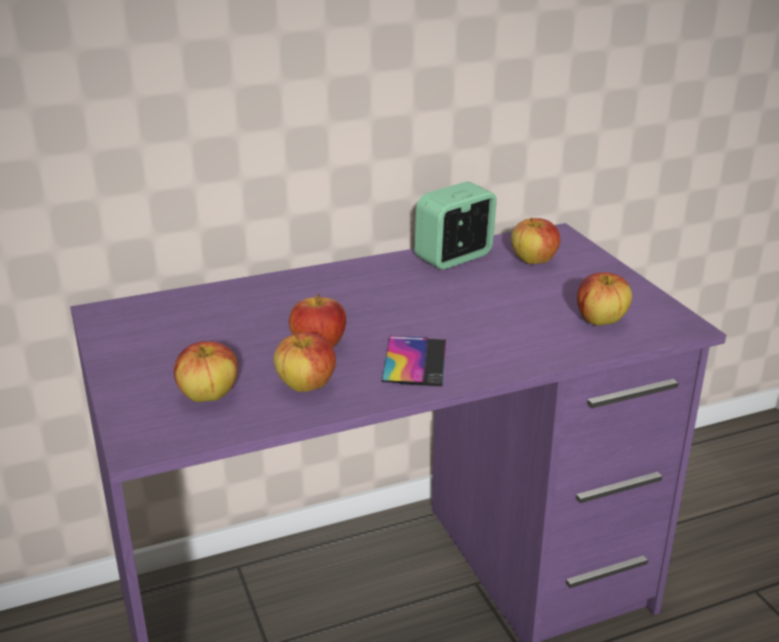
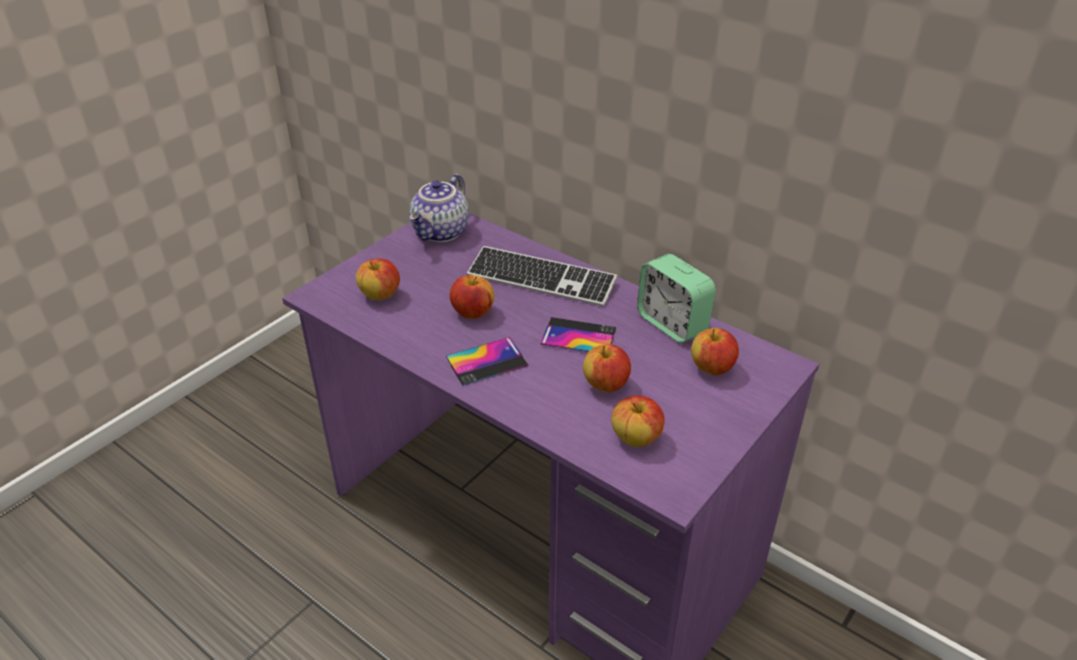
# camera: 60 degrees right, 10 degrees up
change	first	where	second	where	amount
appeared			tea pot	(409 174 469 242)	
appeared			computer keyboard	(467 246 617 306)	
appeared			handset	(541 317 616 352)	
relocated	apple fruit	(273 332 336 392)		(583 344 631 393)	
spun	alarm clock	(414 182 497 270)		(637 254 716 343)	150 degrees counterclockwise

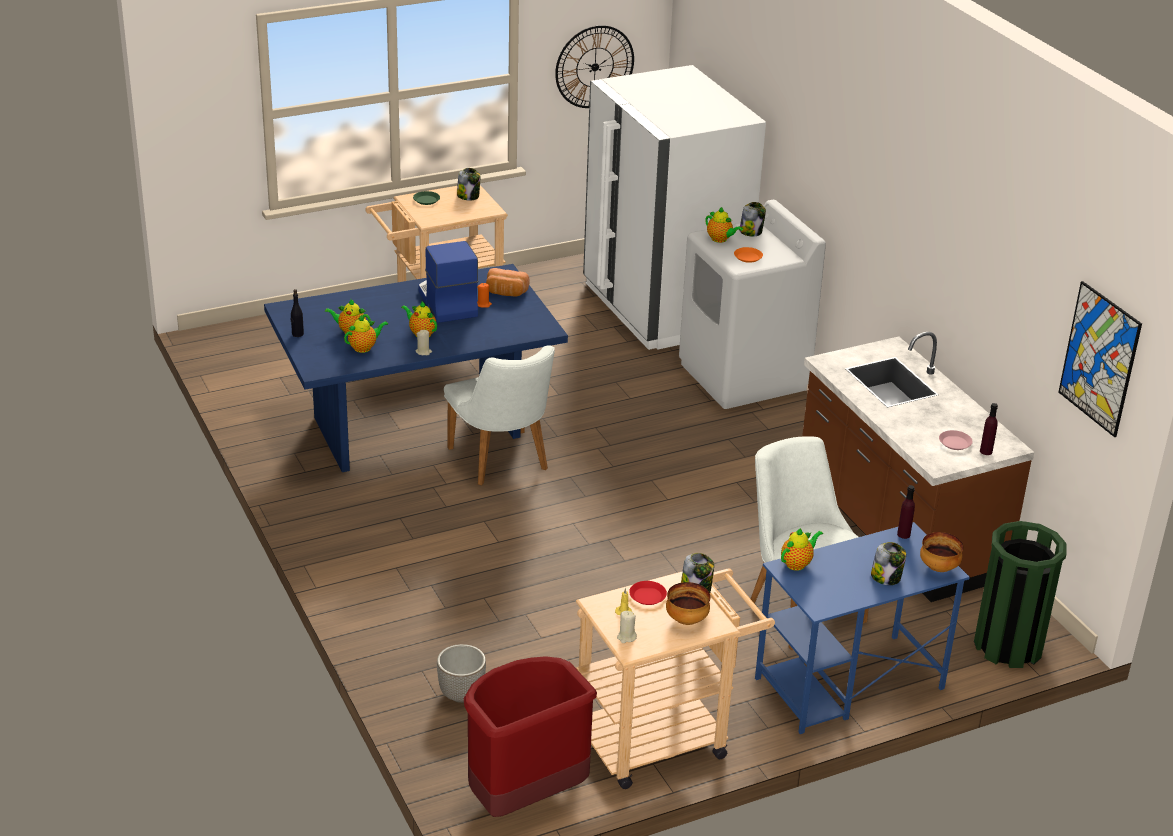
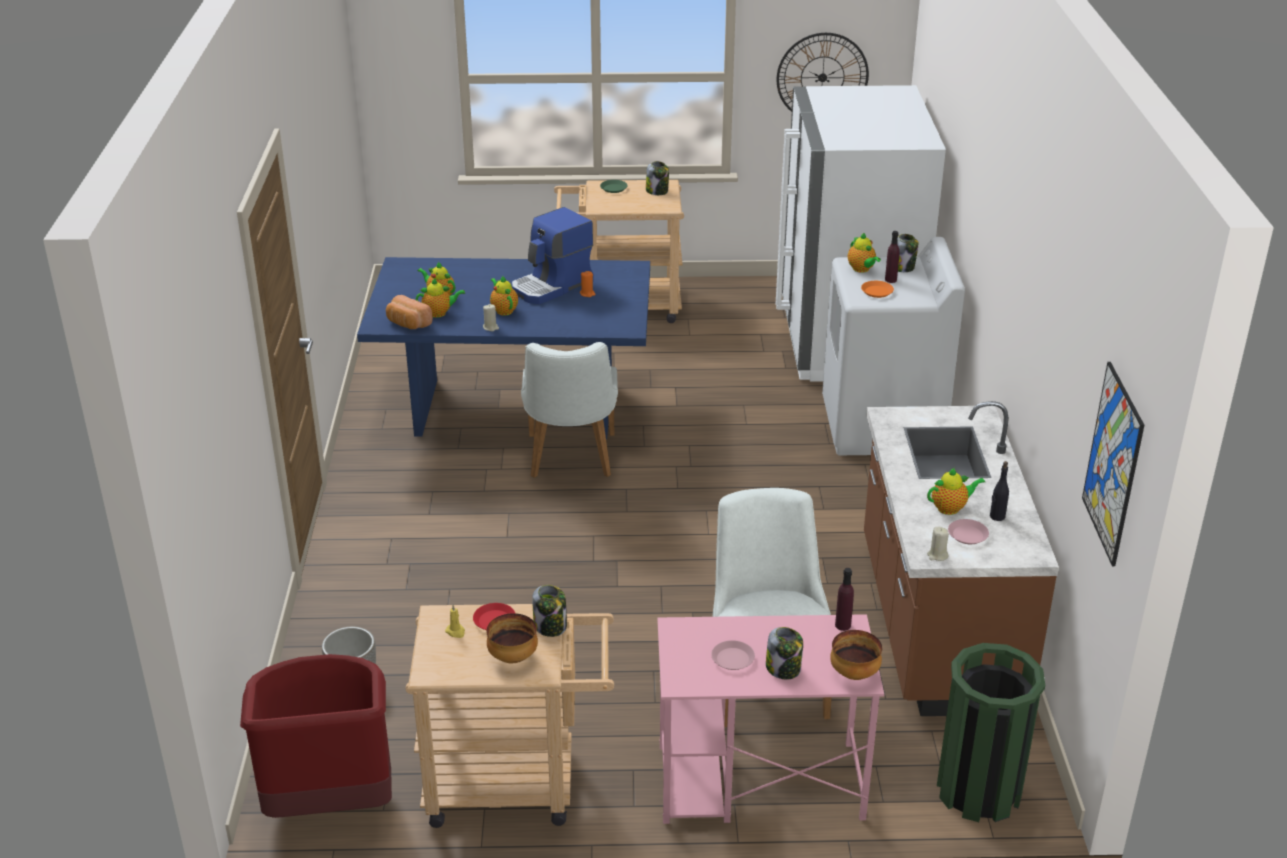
# camera: 25 degrees right, 0 degrees up
change	first	where	second	where	amount
relocated	bakery bread	(486 268 530 297)		(386 295 433 329)	
spun	coffee maker	(418 241 479 323)		(512 207 594 304)	135 degrees counterclockwise
colour	bluish desk	(755 522 970 734)	pink desk	(657 614 884 824)	
appeared			pink plate	(711 640 755 670)	
relocated	purple-coloured beverage bottle	(980 403 998 455)		(885 231 900 283)	
relocated	tea pot	(781 528 823 571)		(927 468 985 515)	
relocated	beige candle	(617 611 637 643)		(927 527 949 561)	
relocated	blackish beverage bottle	(291 289 304 337)		(990 461 1009 521)	

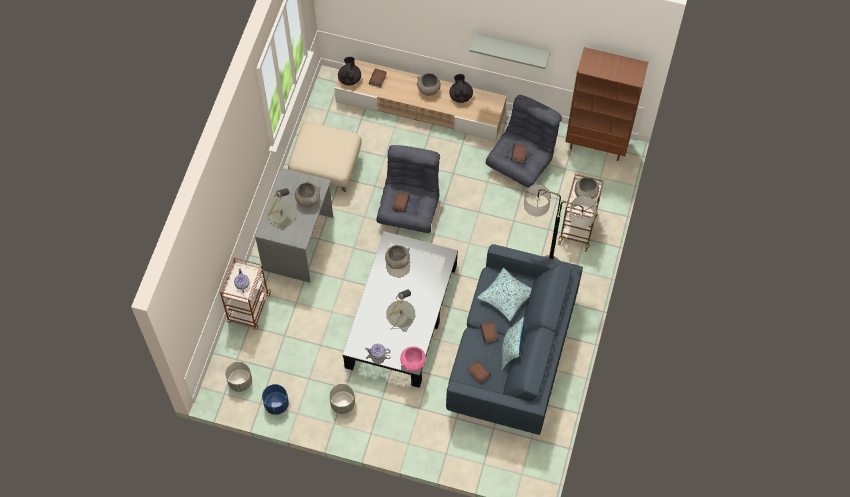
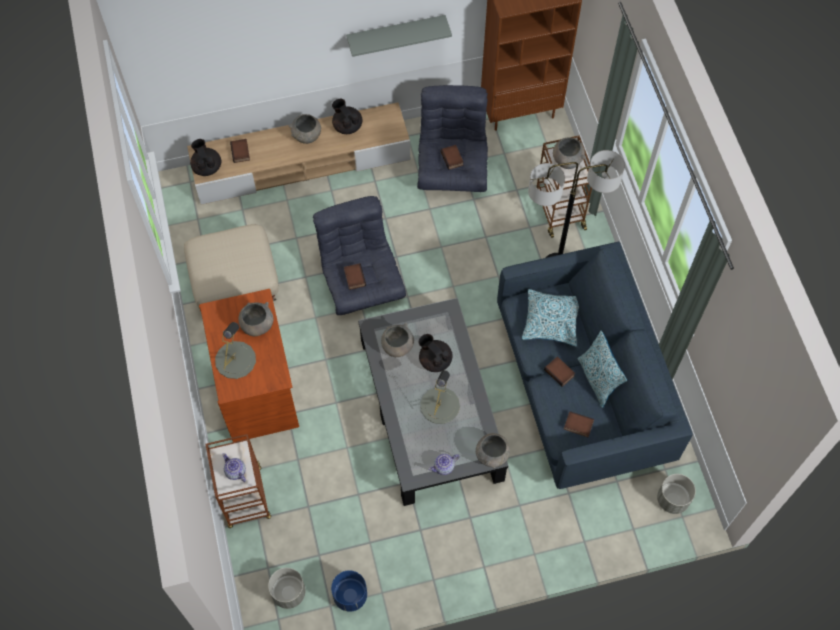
# camera: 30 degrees left, 0 degrees up
change	first	where	second	where	amount
colour	grey desk	(255 168 333 283)	brown desk	(199 289 299 442)	
appeared			blackish tea pot	(419 334 452 372)	
colour	pink bowl	(400 346 426 371)	grey bowl	(476 433 510 468)	
relocated	grey flower pot	(329 384 355 414)		(657 474 696 514)	

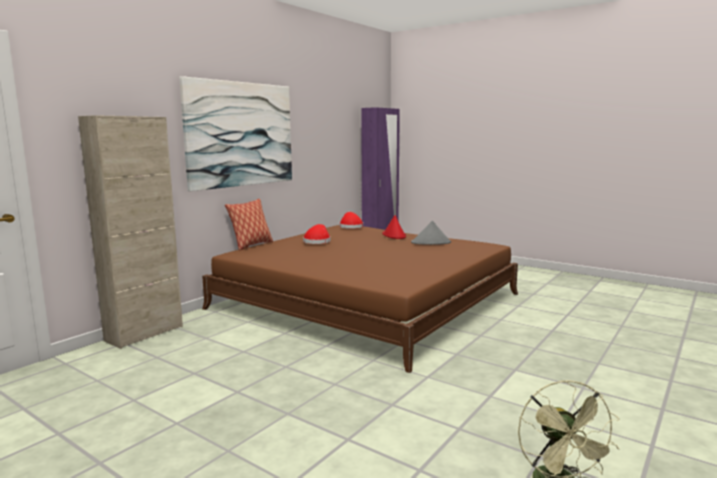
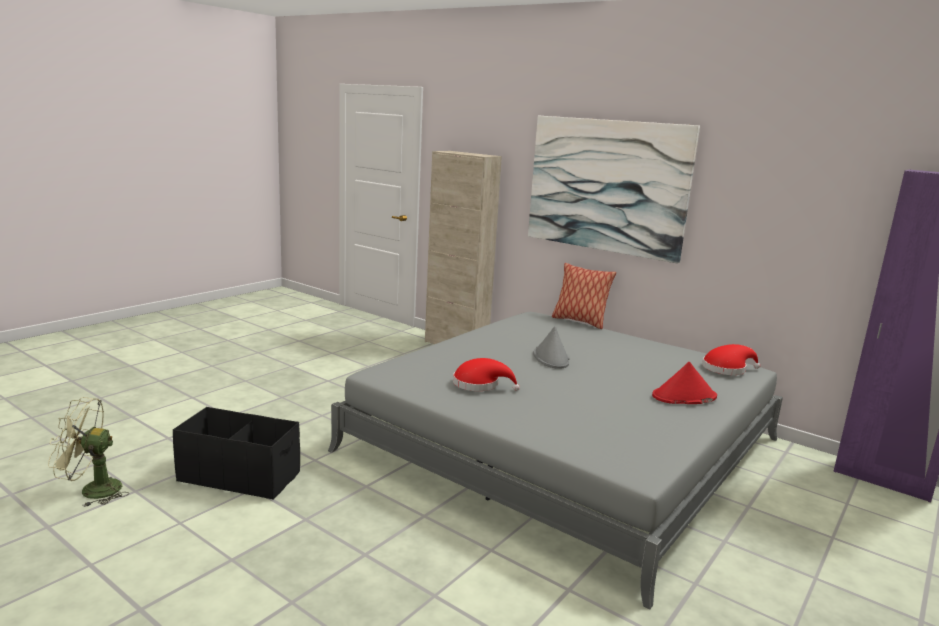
# camera: 90 degrees right, 5 degrees up
change	first	where	second	where	amount
appeared			blackish storage box	(173 407 300 500)	
colour	brown bedroom bed	(202 225 518 373)	grey bedroom bed	(328 312 783 609)	
relocated	reddish clothing hat	(303 224 330 244)		(453 358 520 391)	
relocated	grey clothing hat	(411 221 451 245)		(533 326 570 369)	

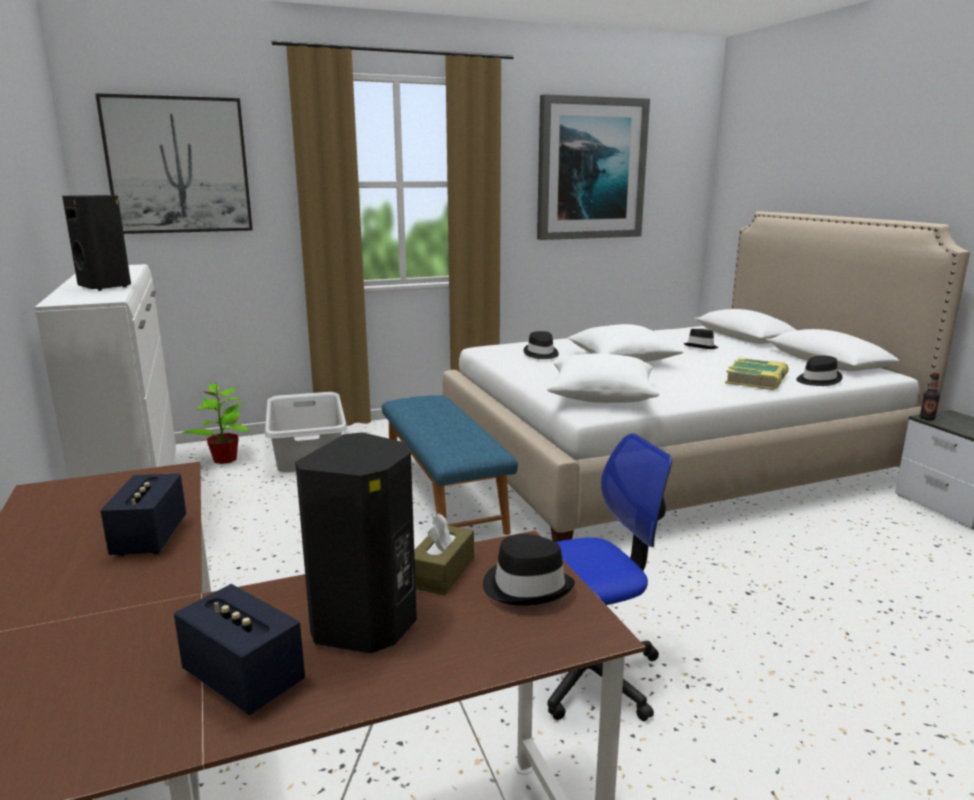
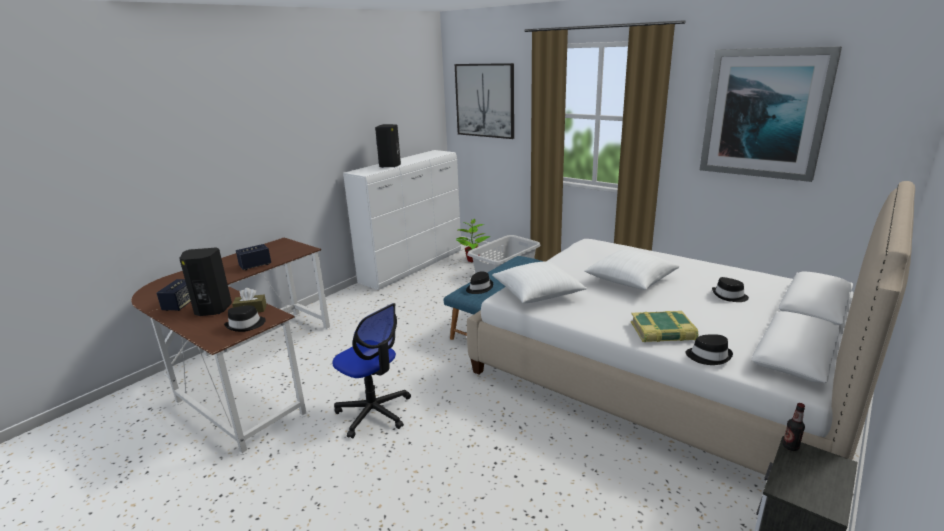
# camera: 60 degrees right, 5 degrees up
change	first	where	second	where	amount
relocated	blackish clothing hat	(523 331 559 359)		(466 272 493 294)	

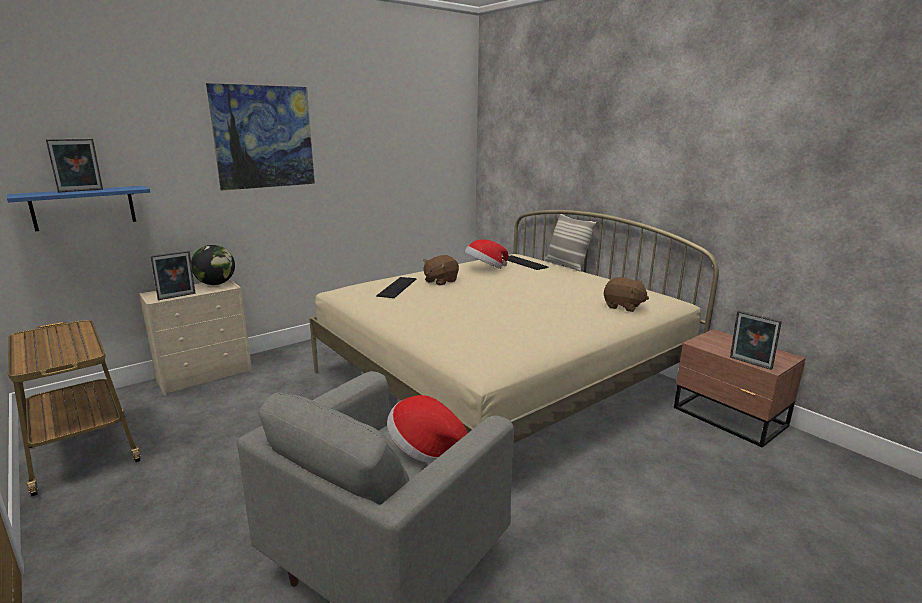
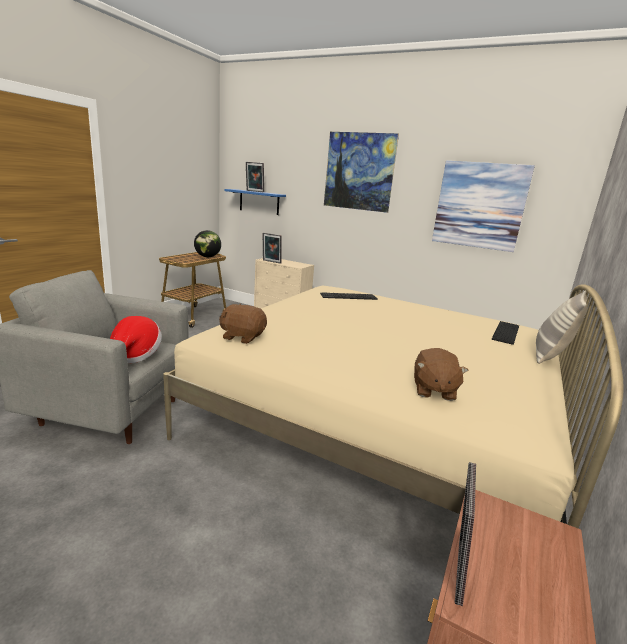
# camera: 65 degrees right, 0 degrees up
change	first	where	second	where	amount
relocated	globe	(191 245 235 285)		(194 230 221 257)	
relocated	brown soft toy	(423 255 459 286)		(219 304 267 344)	
appeared			wall picture	(432 161 535 252)	
missing	clothing hat	(465 239 508 269)			

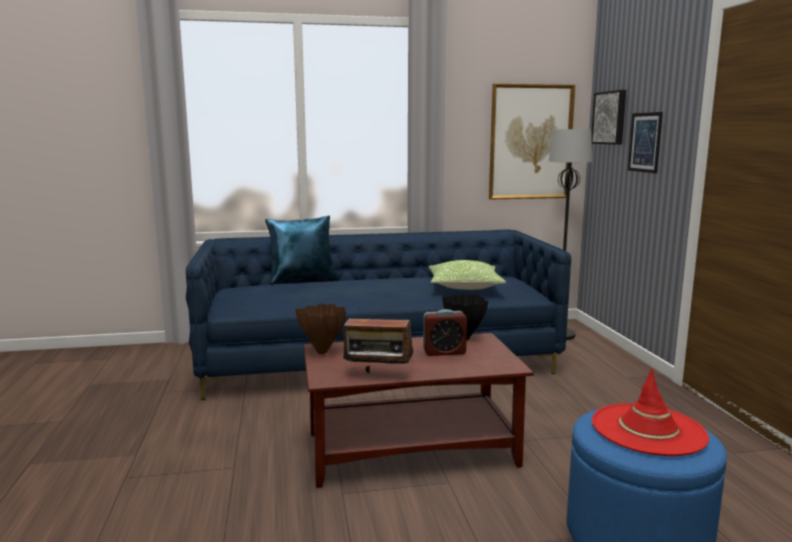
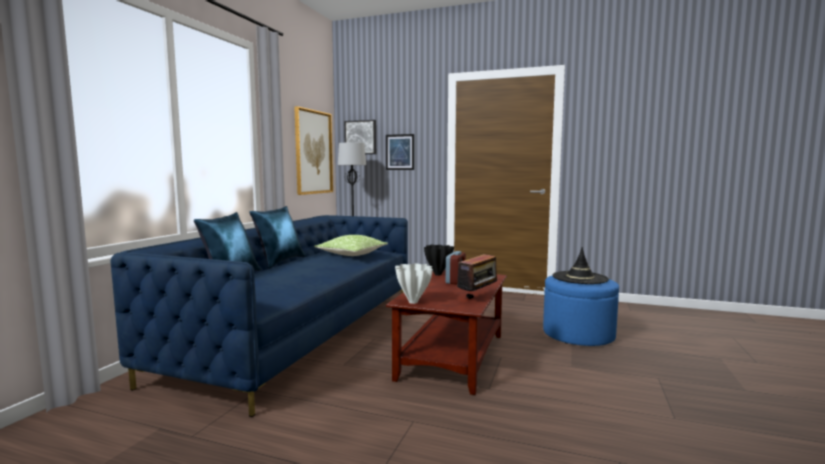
# camera: 60 degrees left, 5 degrees down
change	first	where	second	where	amount
appeared			bluish throw pillow	(249 206 306 269)	
colour	brown flower vase	(295 304 346 354)	white-coloured flower vase	(395 263 433 304)	
colour	reddish clothing hat	(592 368 709 456)	blackish clothing hat	(553 247 609 284)	

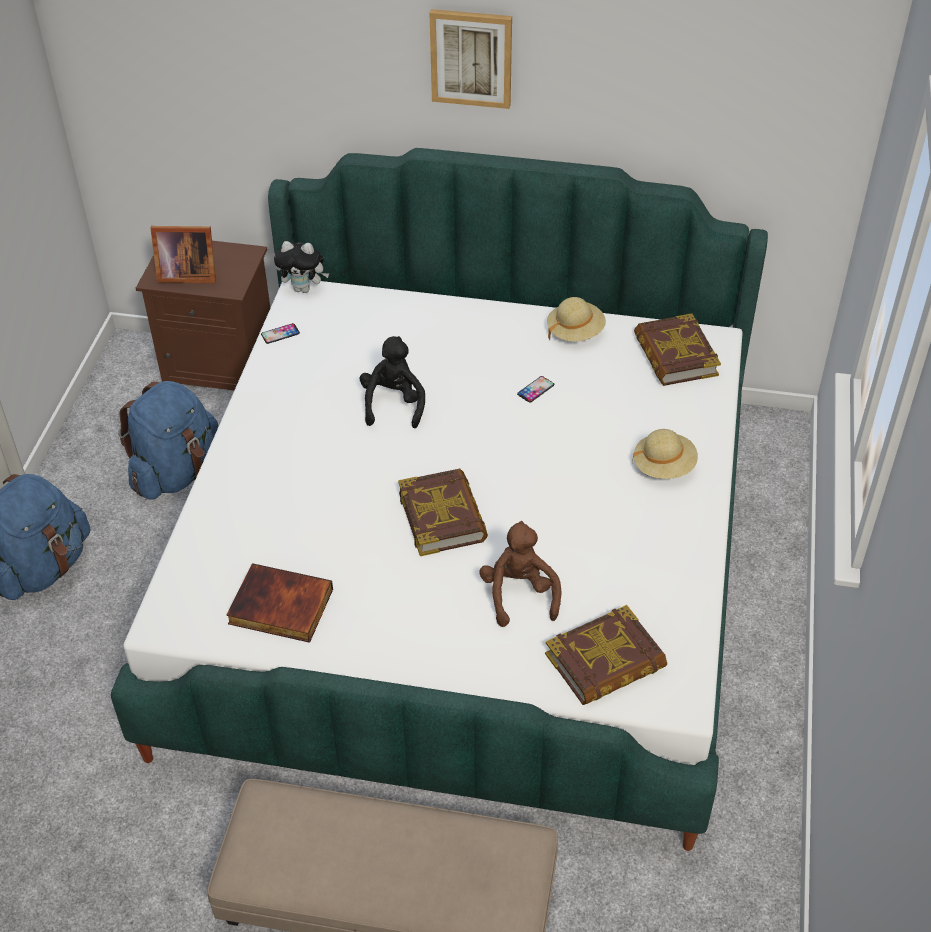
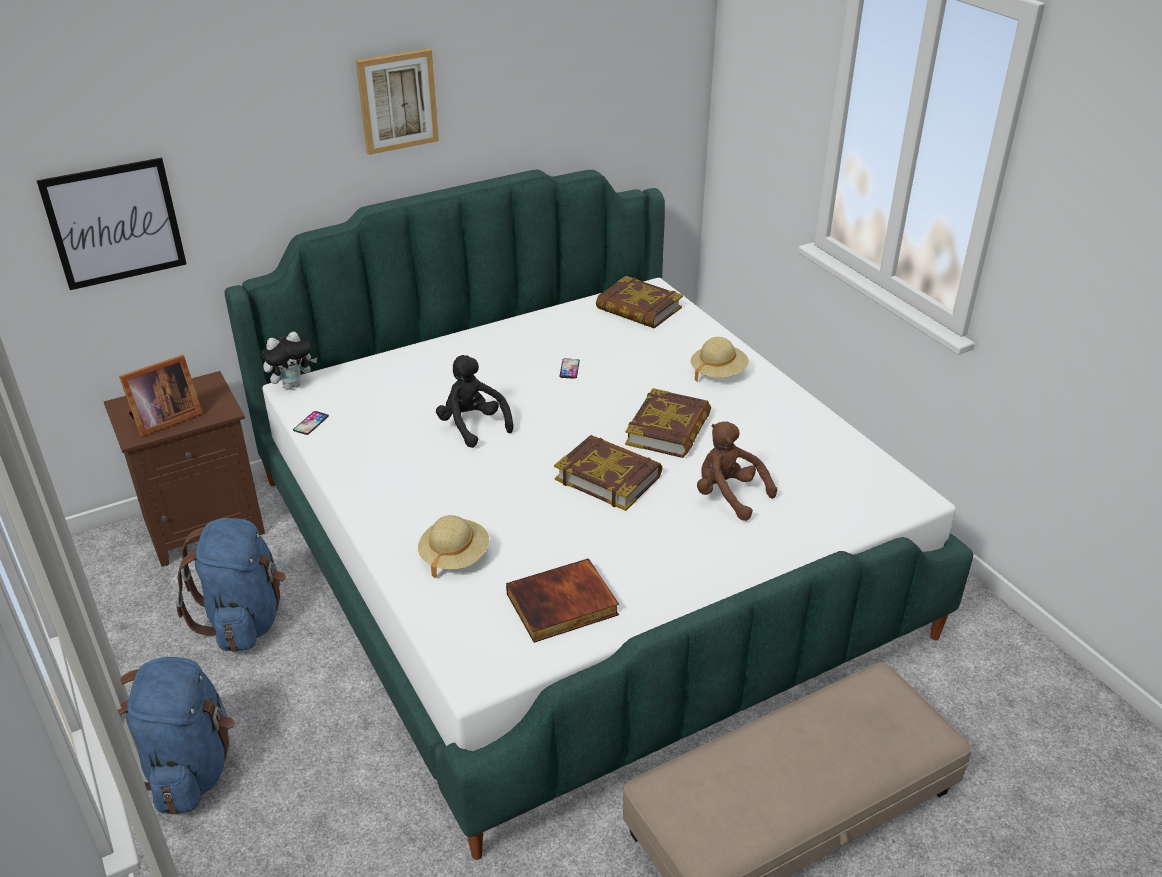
# camera: 40 degrees left, 10 degrees down
change	first	where	second	where	amount
appeared			wall picture	(36 158 187 290)	
relocated	beige clothing hat	(547 297 606 342)		(418 515 489 579)	
relocated	book	(545 605 667 705)		(625 388 711 458)	

